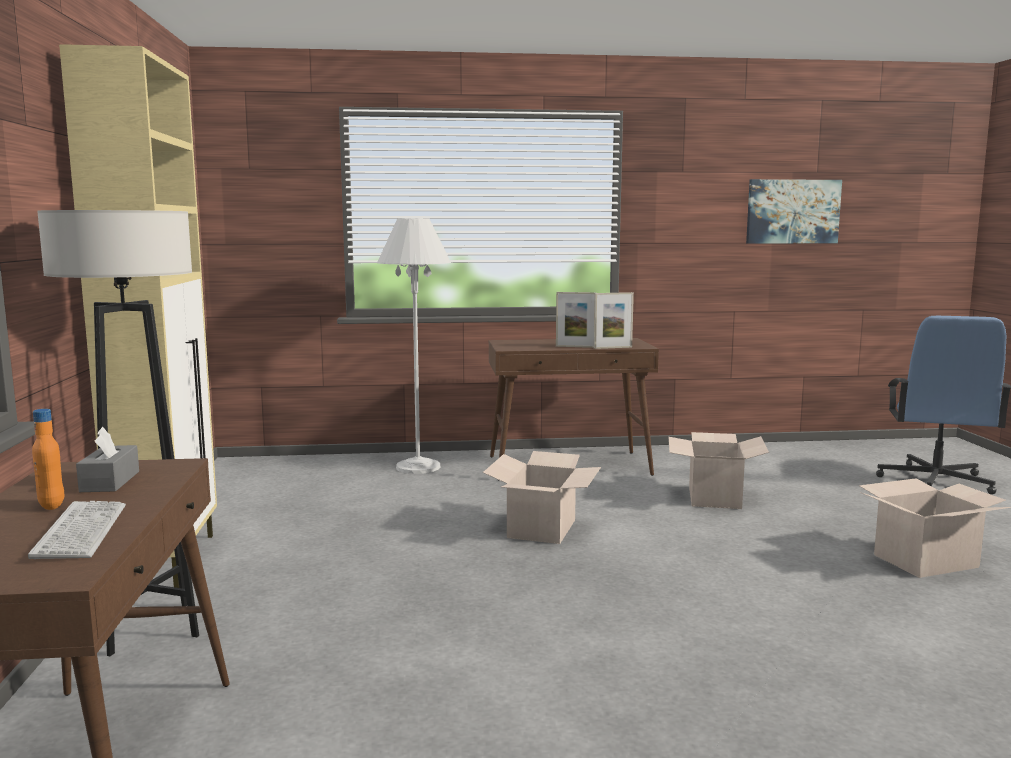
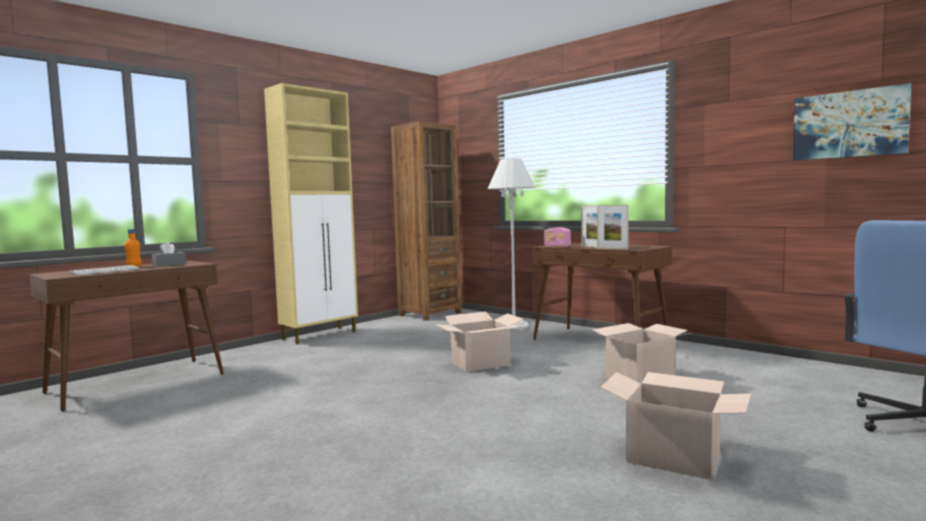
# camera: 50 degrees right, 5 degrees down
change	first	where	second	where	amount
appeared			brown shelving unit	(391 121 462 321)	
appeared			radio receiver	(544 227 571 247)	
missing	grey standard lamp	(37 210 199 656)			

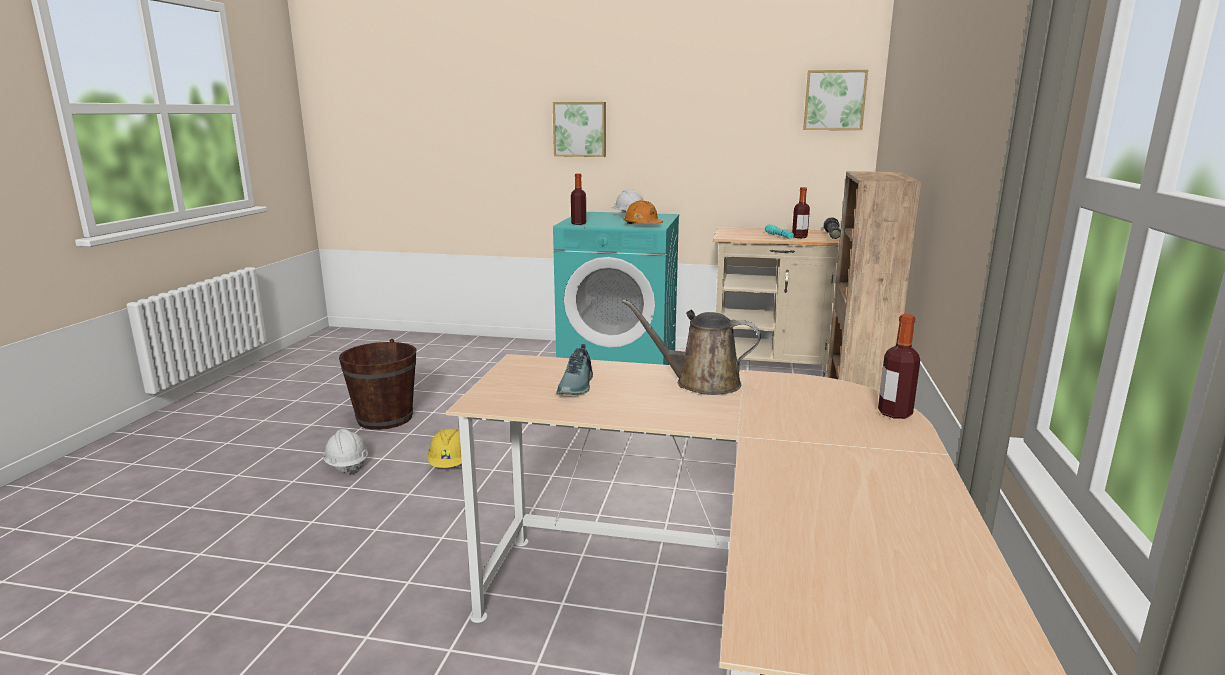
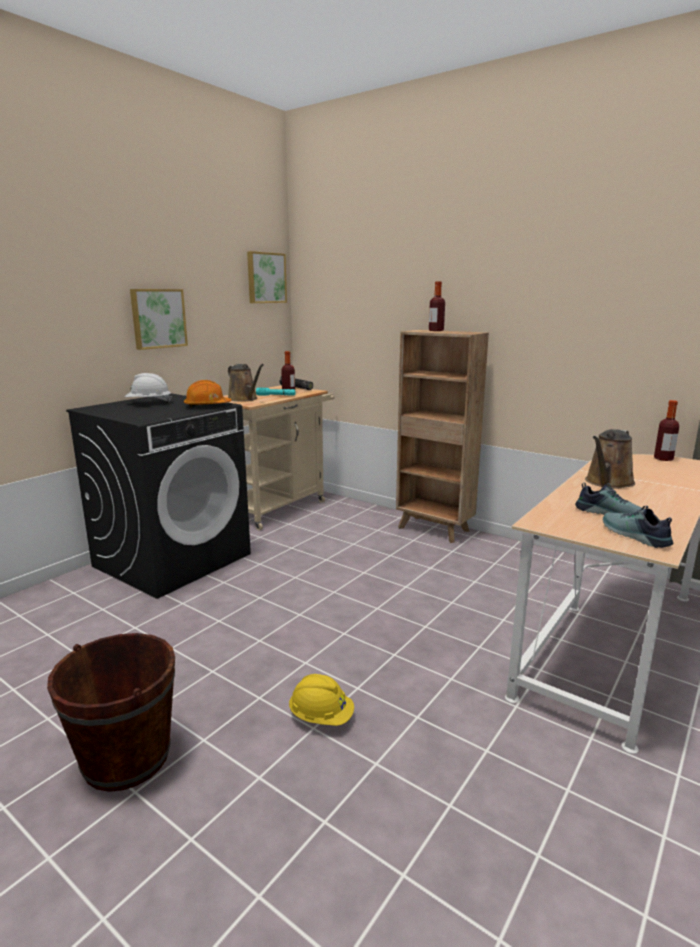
# camera: 65 degrees left, 0 degrees up
change	first	where	second	where	amount
colour	blue-green washing machine	(553 212 679 365)	blackish washing machine	(66 393 251 599)	
relocated	wall picture	(553 102 606 157)		(130 289 188 350)	
appeared			brown watering pot	(228 364 264 402)	
relocated	beverage bottle	(571 174 586 225)		(429 281 445 331)	
appeared			shoe	(603 506 673 548)	
missing	white-coloured safety helmet	(323 429 368 475)			

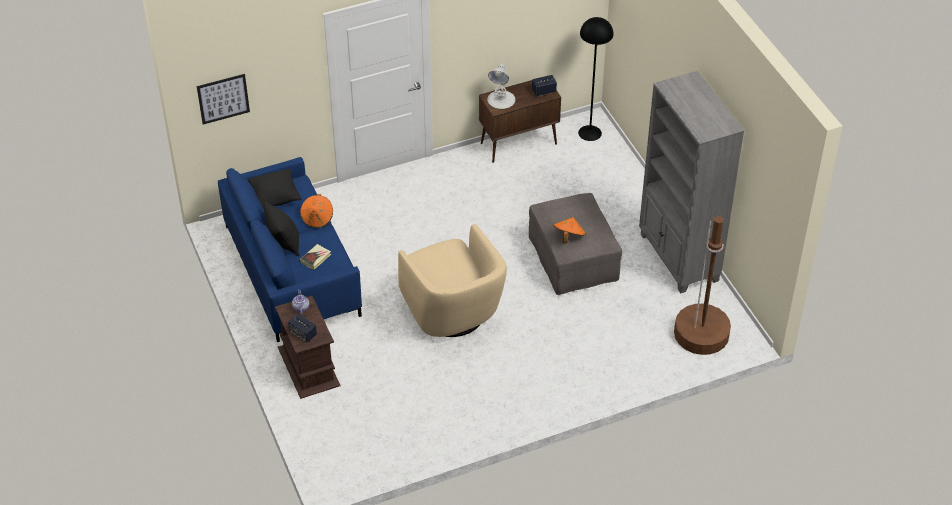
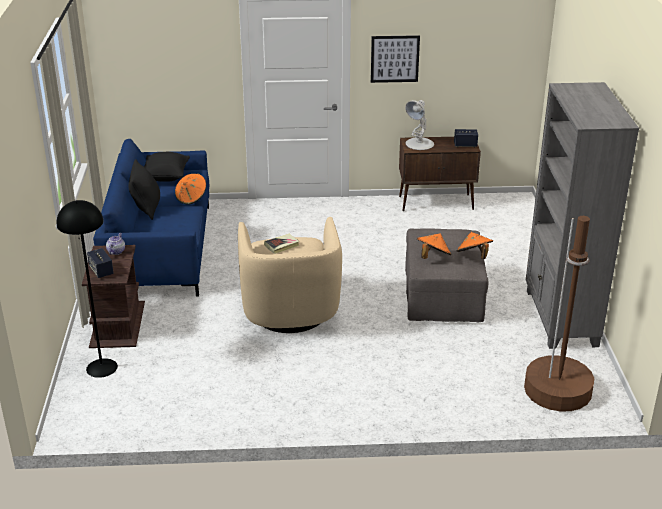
# camera: 20 degrees right, 15 degrees down
change	first	where	second	where	amount
relocated	blackish standard lamp	(578 17 613 141)		(56 200 118 378)	
relocated	book	(300 244 331 270)		(264 234 300 254)	
relocated	wall picture	(197 74 250 125)		(371 35 420 83)	
appeared			orange clothing hat	(457 232 493 259)	

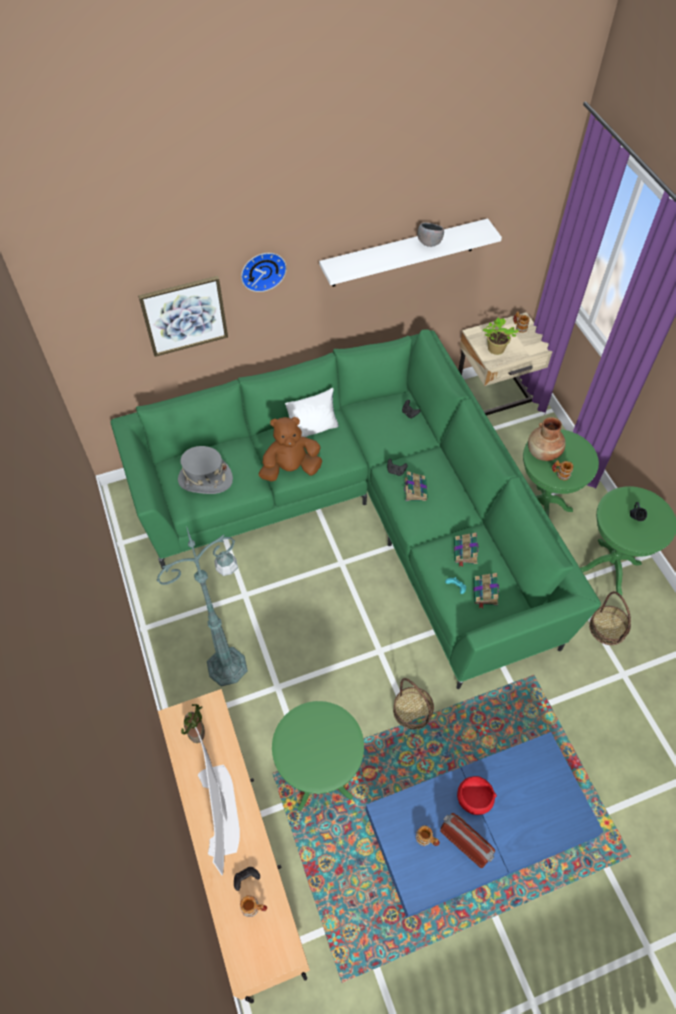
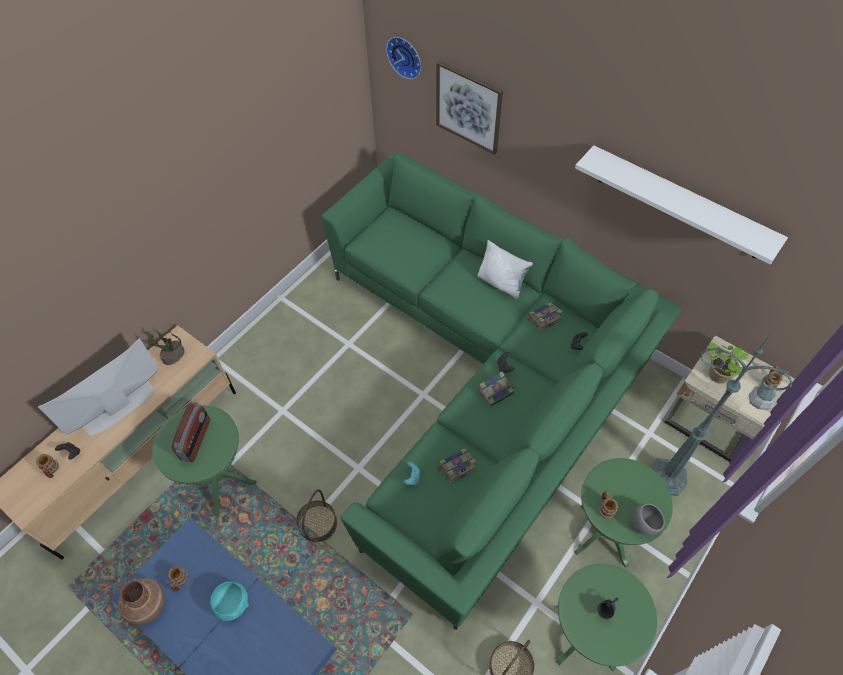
# camera: 60 degrees right, 0 degrees up
change	first	where	second	where	amount
relocated	brown flower vase	(528 417 566 461)		(118 578 165 625)	
relocated	radio receiver	(440 813 495 868)		(172 402 210 462)	
colour	reddish bowl	(457 776 497 815)	blue-green bowl	(210 581 249 621)	
relocated	clock on the wall	(241 253 287 292)		(386 37 421 79)	
relocated	book	(473 573 499 609)		(526 303 563 331)	
relocated	grey bowl	(418 223 444 247)		(632 503 665 536)	
relocated	green standard lamp	(157 526 248 686)		(650 333 792 496)	
missing	grey clothing hat	(178 446 233 494)			
missing	brown soft toy	(259 417 322 482)			

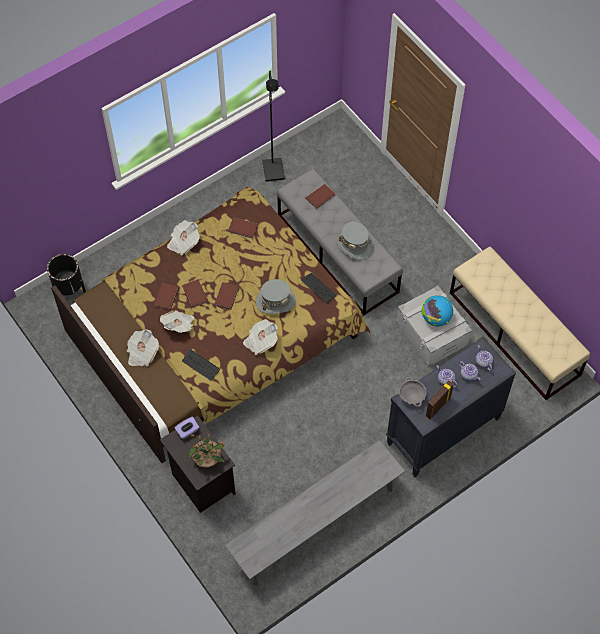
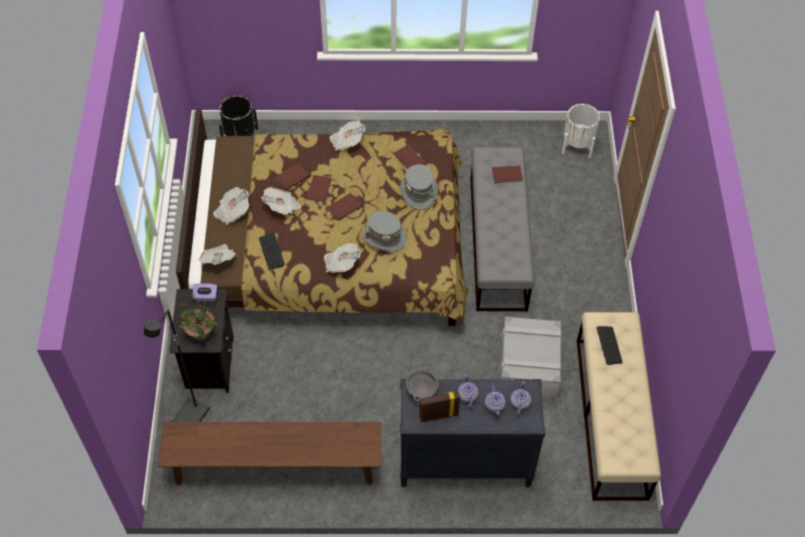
# camera: 35 degrees right, 5 degrees down
change	first	where	second	where	amount
relocated	blackish standard lamp	(262 71 285 182)		(144 309 210 422)	
colour	grey bench	(225 440 405 586)	brown bench	(158 422 381 486)	
appeared			printed paper	(199 244 236 265)	
relocated	grey clothing hat	(337 222 373 260)		(400 164 438 210)	
appeared			white-coloured flower pot	(562 104 600 158)	
relocated	computer keyboard	(301 273 336 303)		(596 326 623 365)	
missing	globe	(422 295 453 326)			

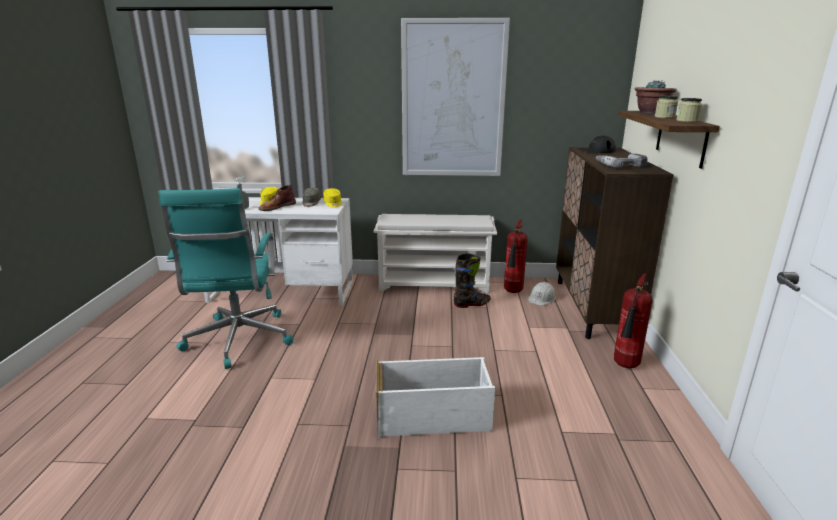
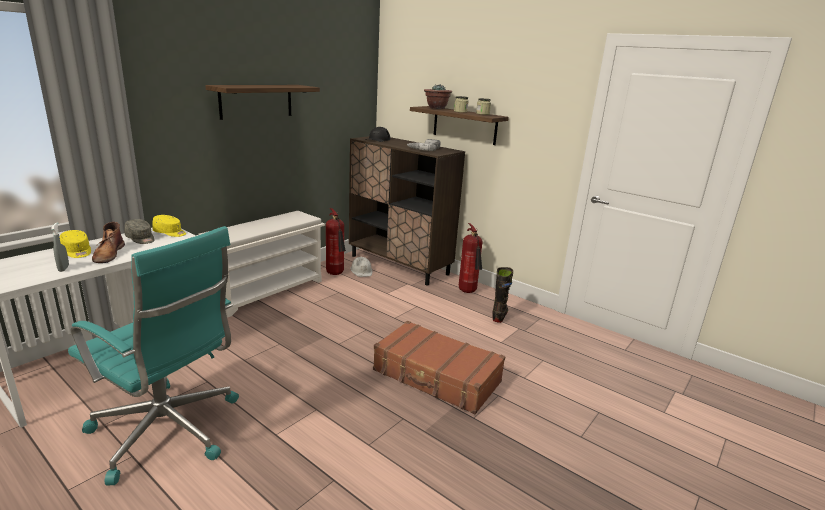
# camera: 55 degrees left, 0 degrees up
change	first	where	second	where	amount
exchanged	wall picture	(401 18 510 176)	bracket shelf	(205 85 320 120)	
exchanged	white-coloured storage box	(376 357 495 439)	brown suitcase	(373 321 505 414)	
relocated	blackish boot	(454 253 491 308)		(492 267 513 323)	

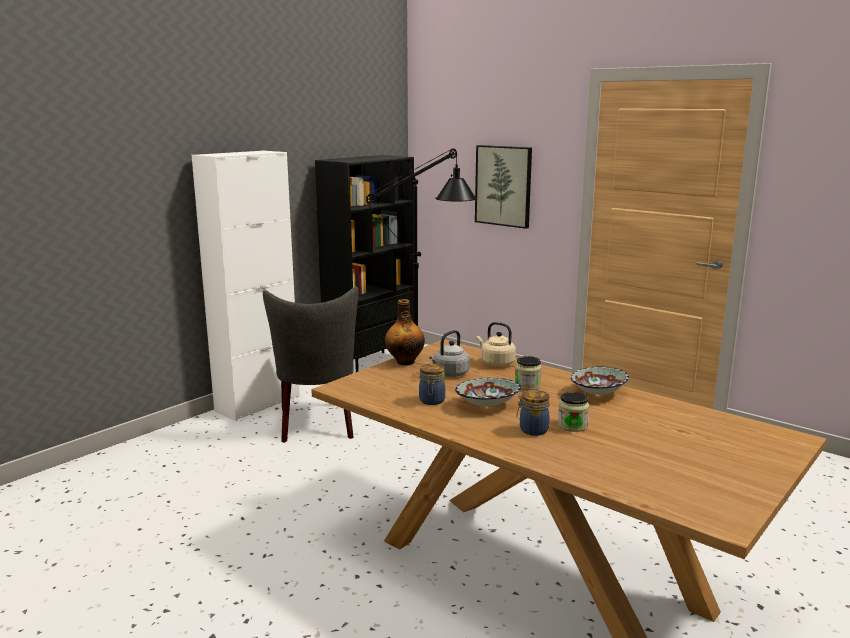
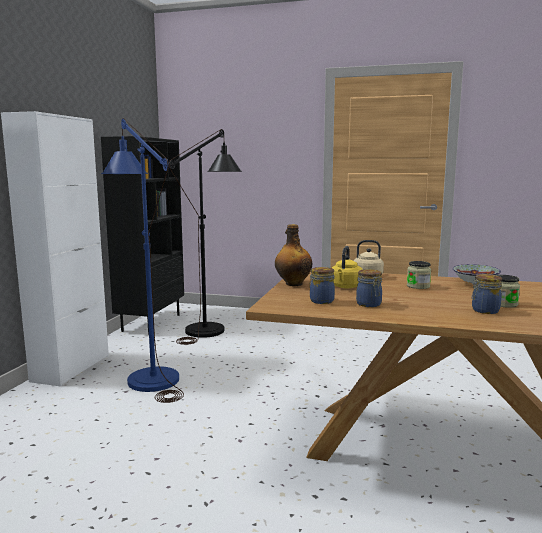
# camera: 25 degrees left, 5 degrees down
change	first	where	second	where	amount
exchanged	grey upright chair	(263 287 359 443)	bluish standard lamp	(101 118 184 403)	
appeared			preserve jar	(309 267 335 304)	
colour	grey kettle	(429 330 470 377)	yellow-coloured kettle	(332 246 363 288)	
missing	bowl	(455 378 521 407)			
missing	wall picture	(475 145 532 229)			

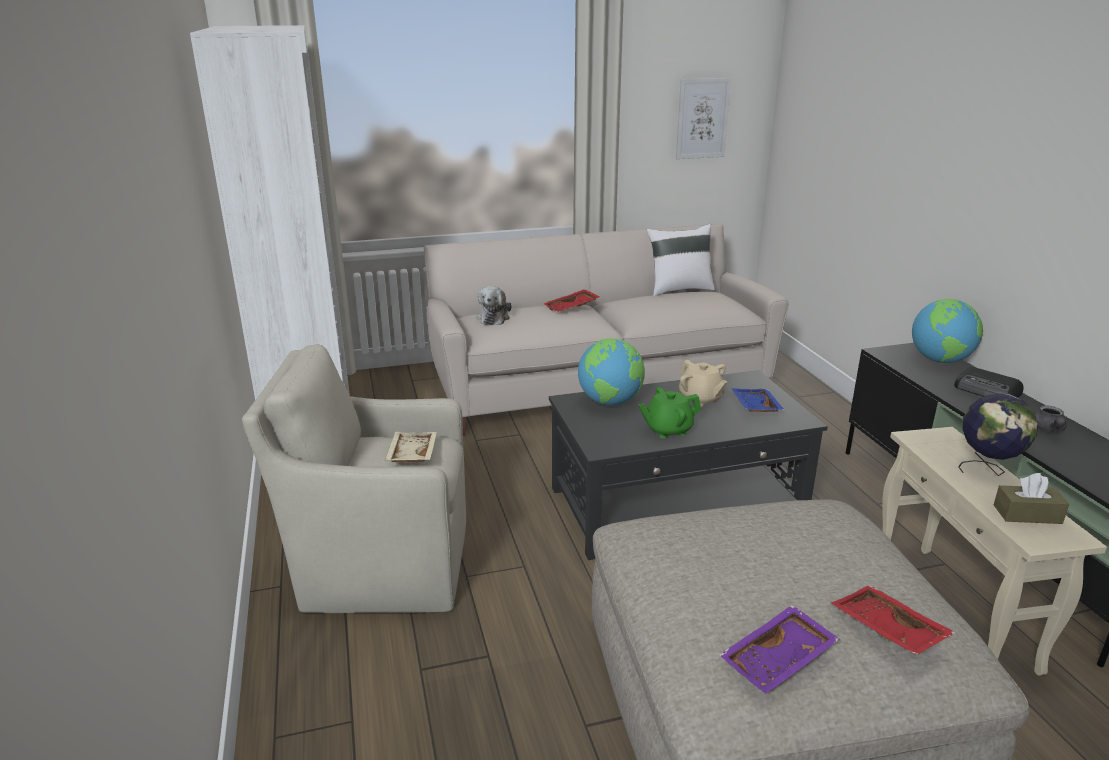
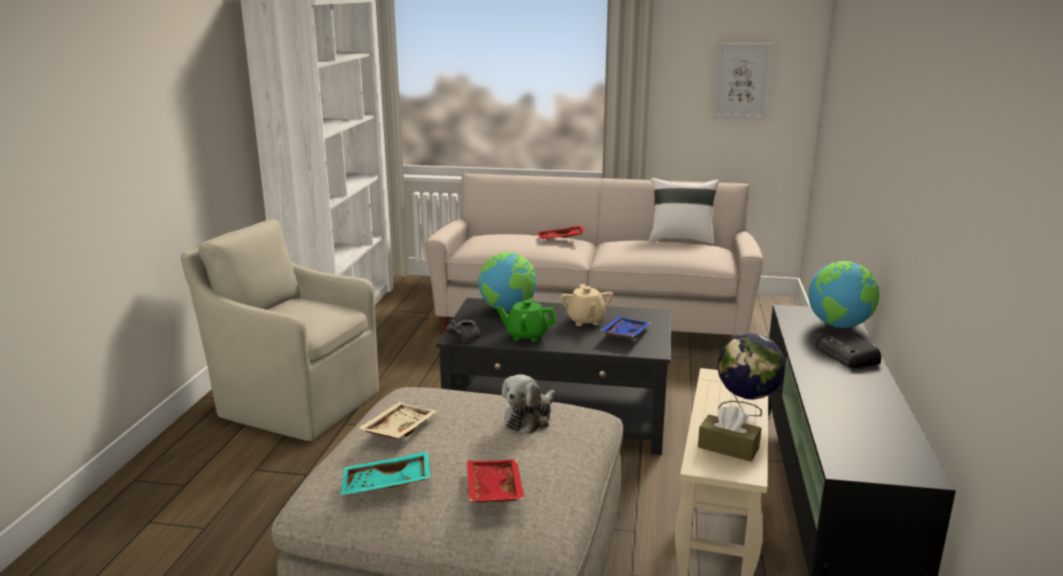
# camera: 25 degrees right, 5 degrees down
change	first	where	second	where	amount
colour	purple-coloured tray	(719 605 840 694)	blue-green tray	(340 451 430 495)	
relocated	beige tray	(385 432 437 463)		(358 402 437 439)	
relocated	grey tea pot	(1034 406 1067 432)		(446 319 480 341)	
relocated	soft toy	(476 286 512 325)		(502 374 555 434)	

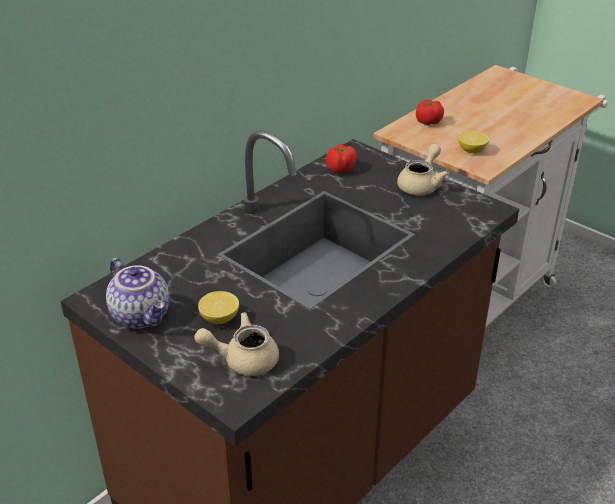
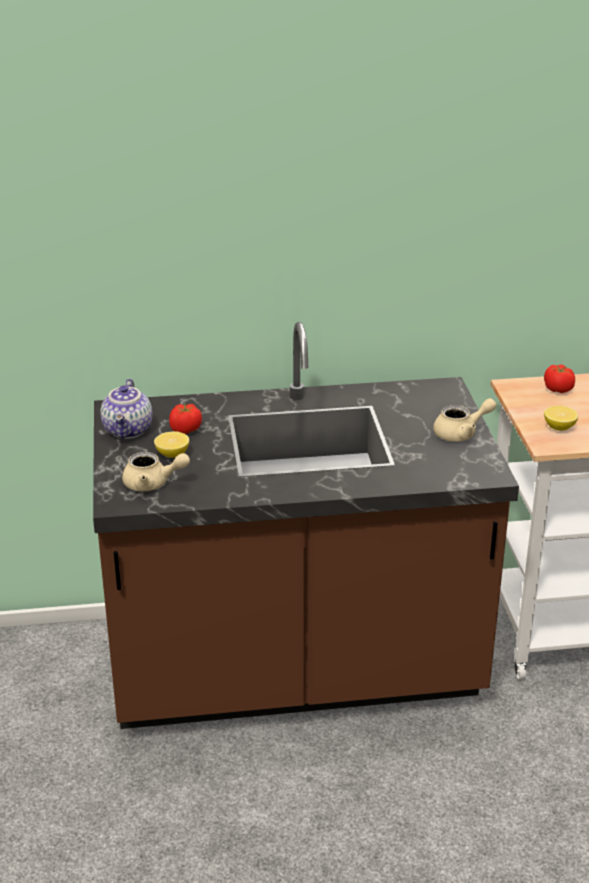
# camera: 40 degrees right, 5 degrees down
change	first	where	second	where	amount
spun	beige tea pot	(194 312 279 376)		(122 452 190 491)	150 degrees clockwise
relocated	whole tomato	(326 144 357 173)		(169 404 202 434)	

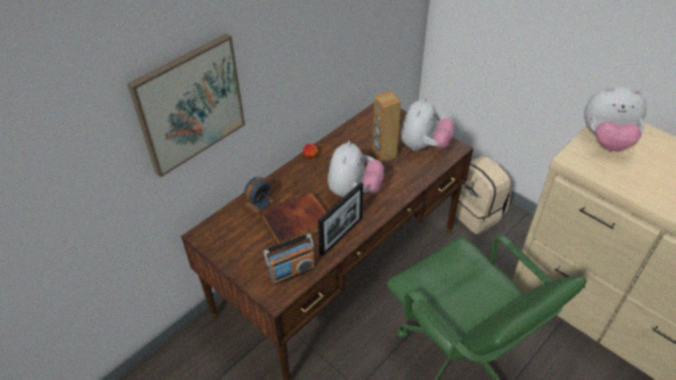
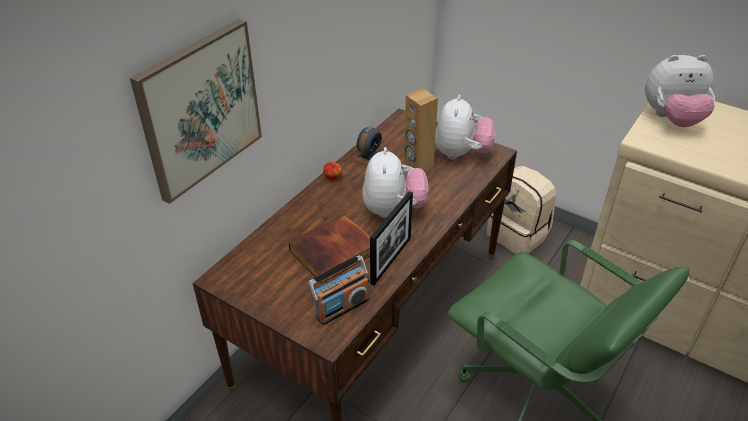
# camera: 10 degrees left, 5 degrees down
change	first	where	second	where	amount
relocated	alarm clock	(244 177 274 213)		(355 126 382 165)	

